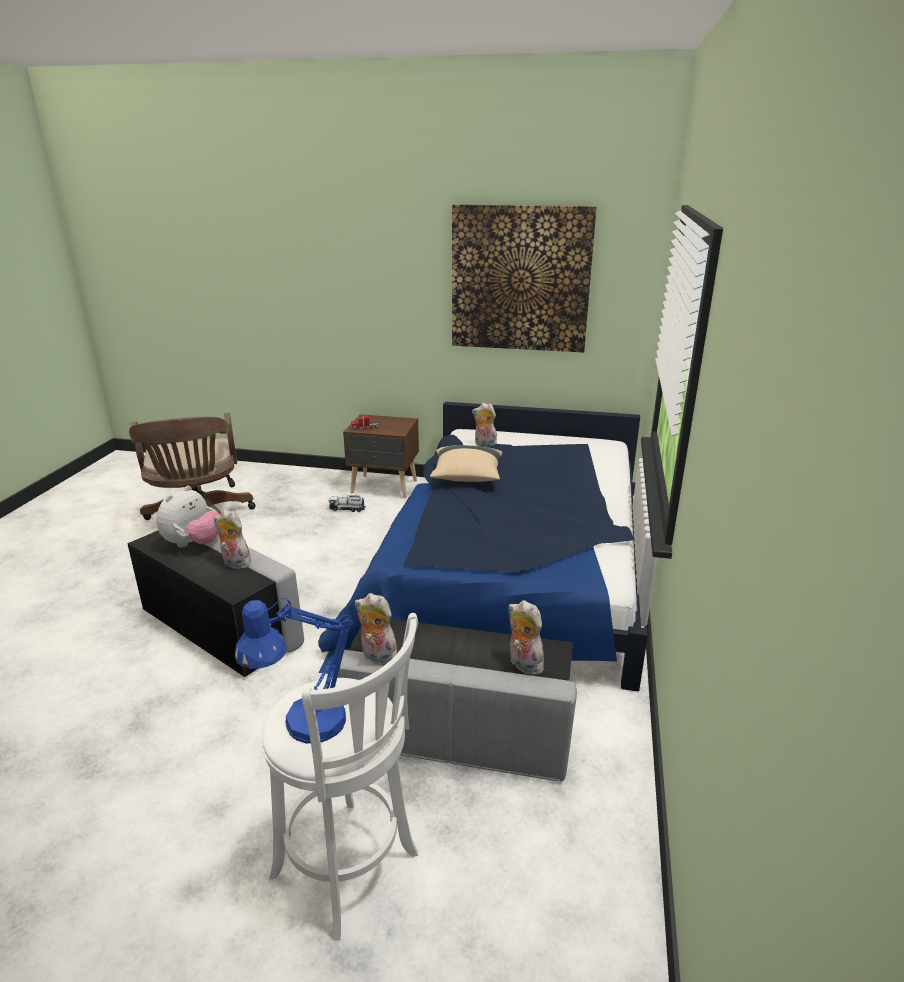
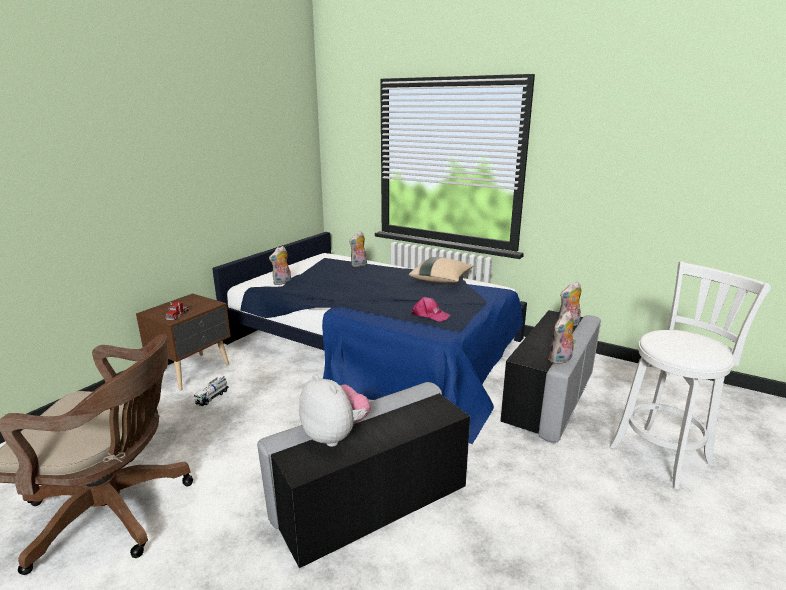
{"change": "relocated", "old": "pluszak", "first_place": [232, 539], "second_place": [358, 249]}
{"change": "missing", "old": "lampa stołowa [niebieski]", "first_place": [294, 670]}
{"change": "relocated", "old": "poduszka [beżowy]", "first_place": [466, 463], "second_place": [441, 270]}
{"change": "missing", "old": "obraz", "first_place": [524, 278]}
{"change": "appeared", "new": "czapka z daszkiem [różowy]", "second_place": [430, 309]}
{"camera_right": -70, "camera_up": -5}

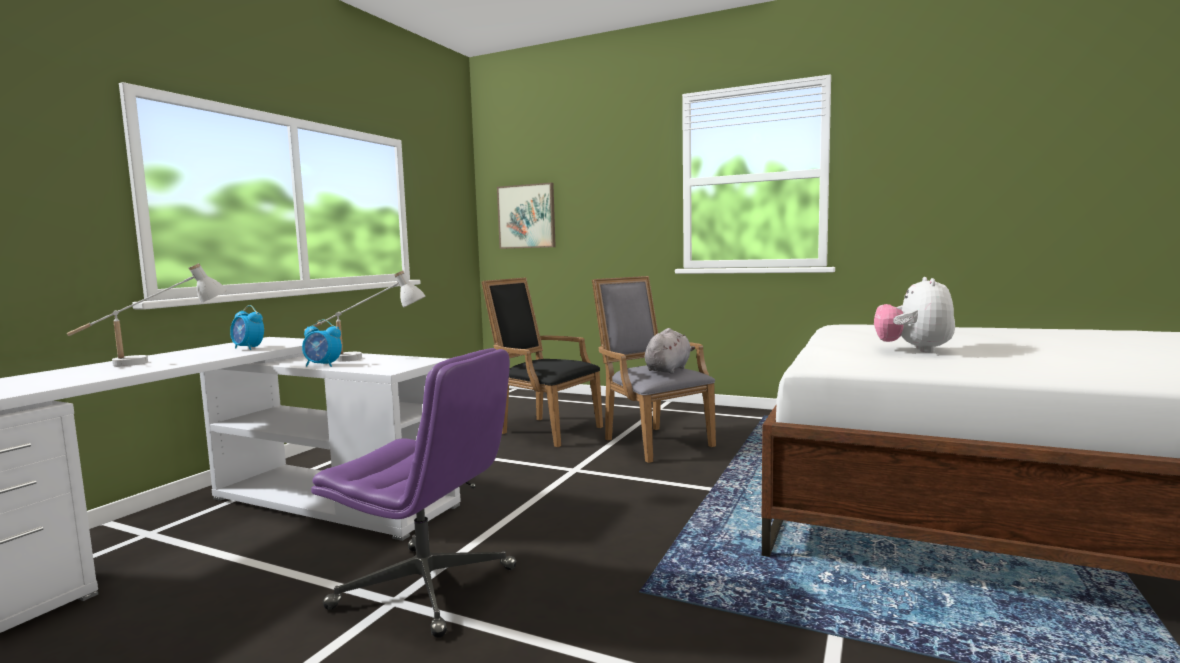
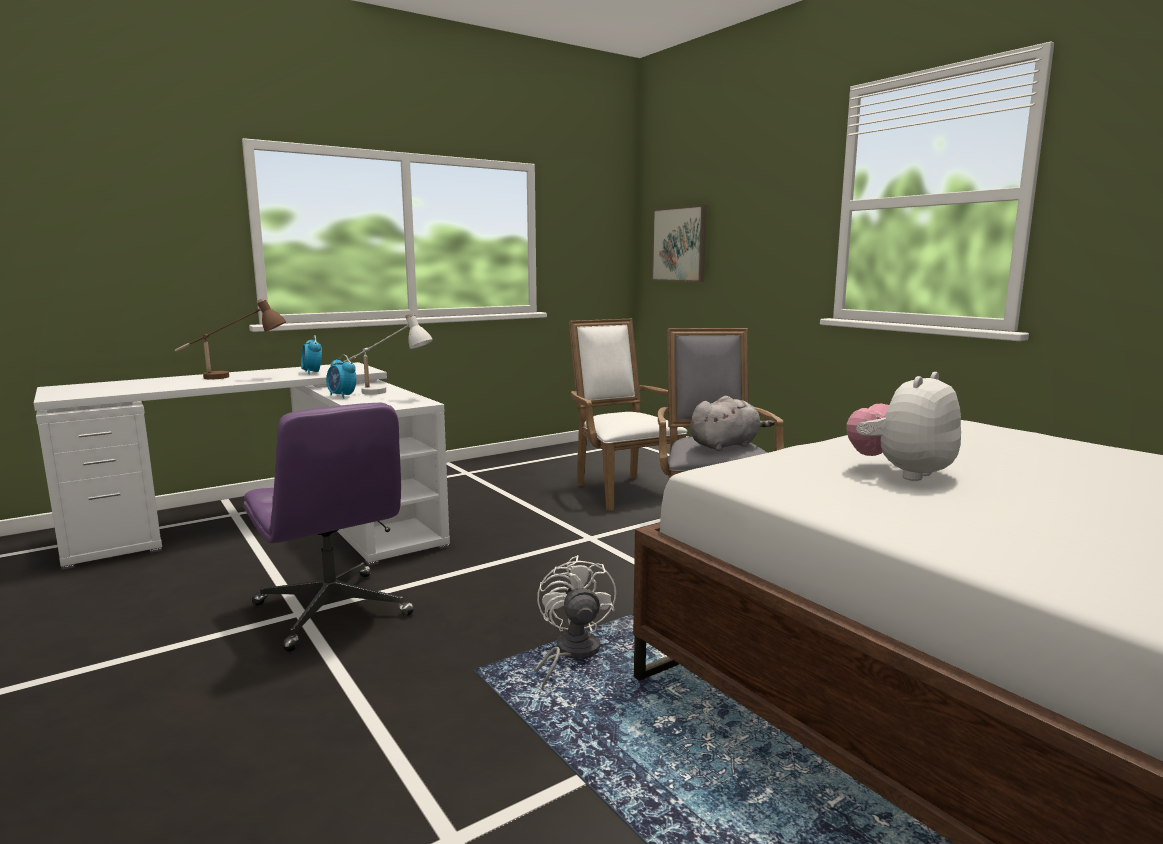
{"change": "colour", "old": "lampa stołowa [biały]", "new": "lampa stołowa [brązowy]", "first_place": [147, 314], "second_place": [230, 338]}
{"change": "colour", "old": "fotel [czarny]", "new": "fotel [biały]", "first_place": [542, 362], "second_place": [628, 415]}
{"change": "appeared", "new": "wentylator [biały]", "second_place": [575, 622]}
{"camera_right": 30, "camera_up": 5}

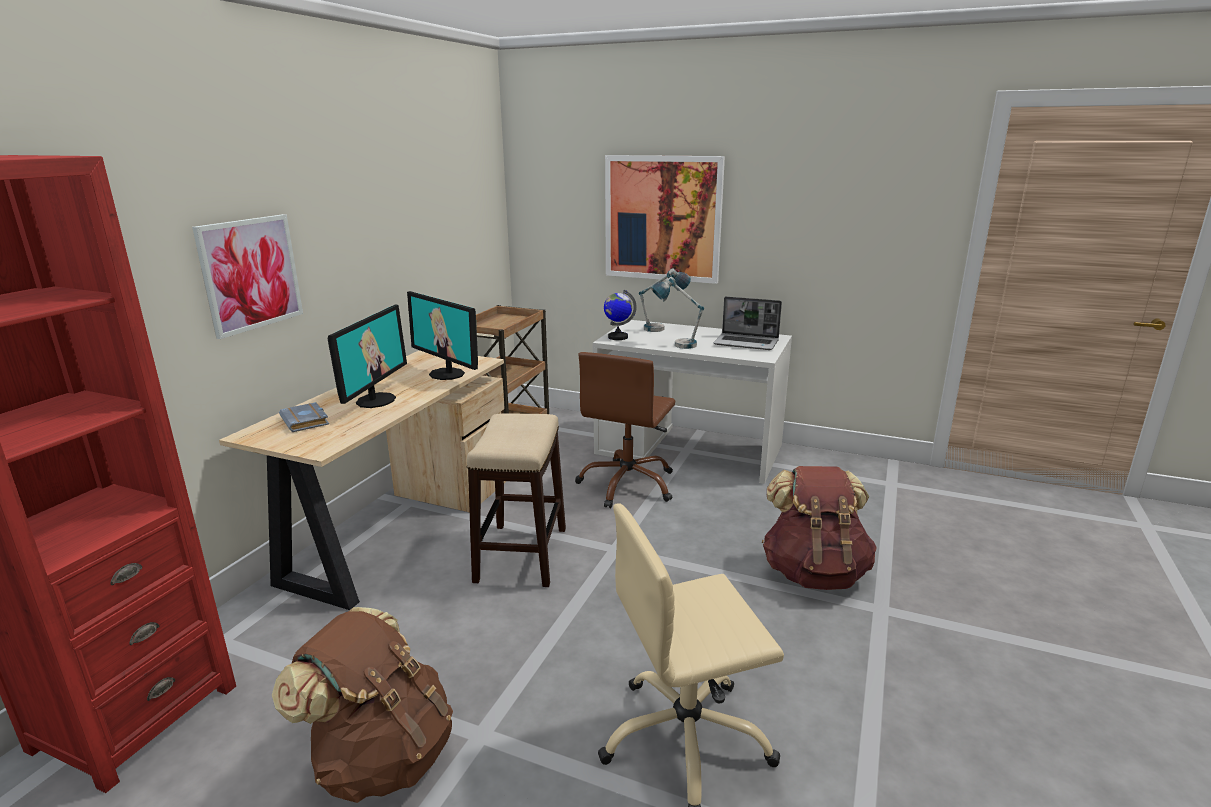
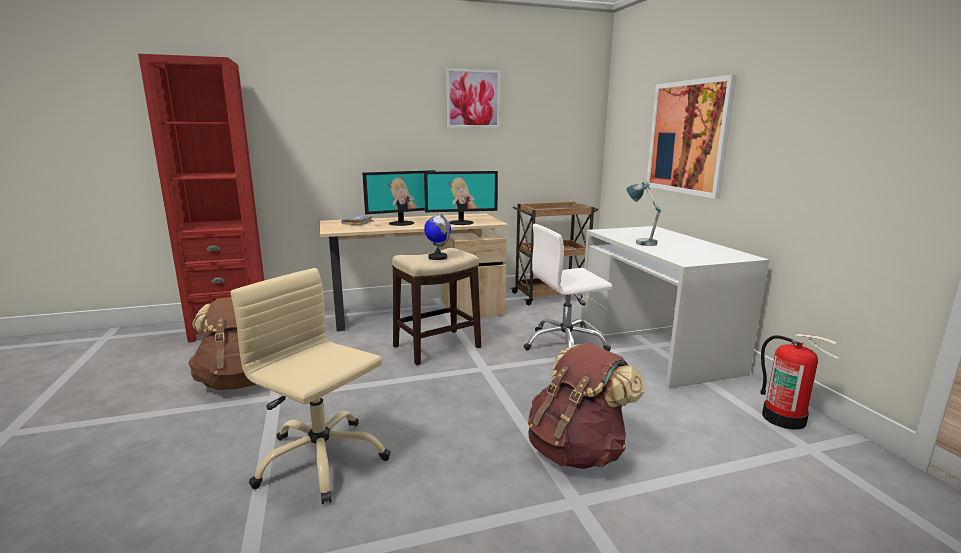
{"change": "relocated", "old": "obraz", "first_place": [247, 276], "second_place": [473, 98]}
{"change": "spun", "old": "monitor", "first_place": [442, 335], "second_place": [461, 198], "degrees": -105}
{"change": "colour", "old": "krzesło biurowe [brązowy]", "new": "krzesło biurowe [biały]", "first_place": [625, 430], "second_place": [568, 287]}
{"change": "relocated", "old": "globus", "first_place": [620, 315], "second_place": [437, 236]}
{"change": "missing", "old": "lampa stołowa", "first_place": [665, 300]}
{"change": "missing", "old": "laptop", "first_place": [747, 323]}
{"change": "appeared", "new": "gaśnica", "second_place": [799, 382]}
{"camera_right": 50, "camera_up": -5}

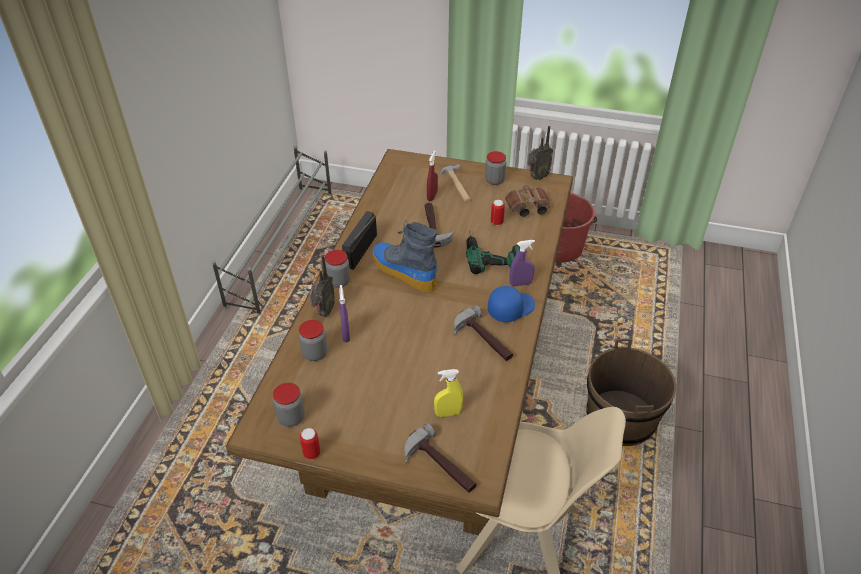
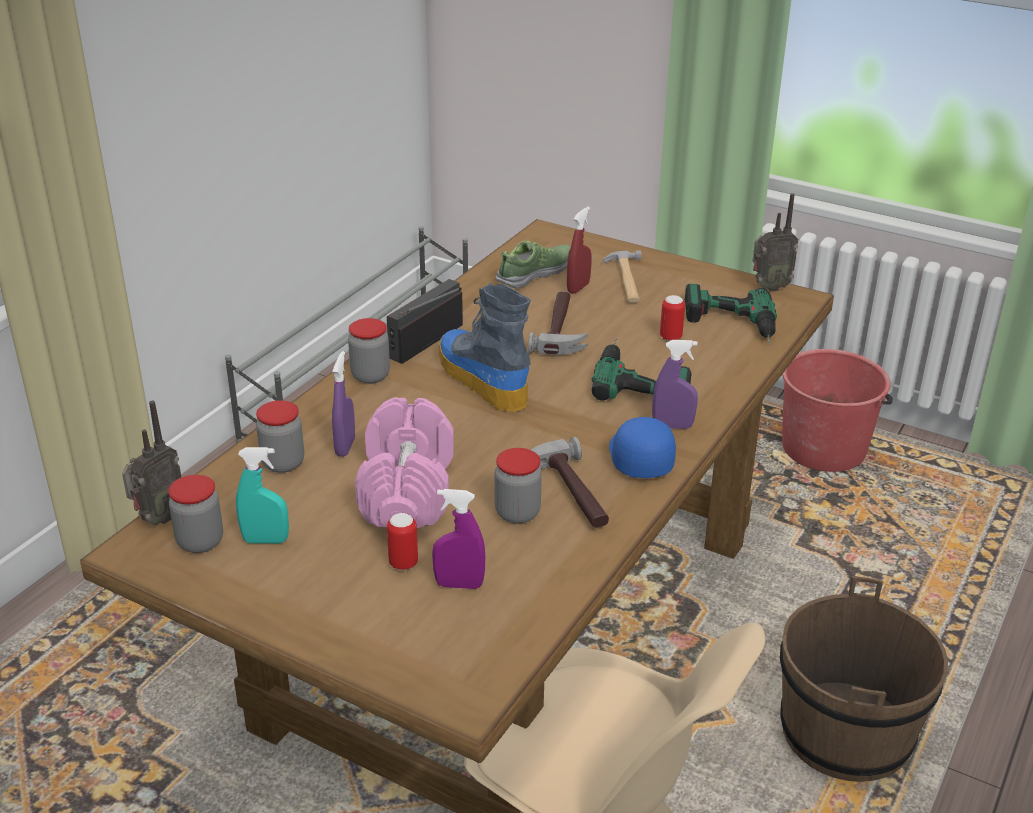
{"change": "relocated", "old": "puszka", "first_place": [310, 443], "second_place": [402, 541]}
{"change": "relocated", "old": "radio", "first_place": [322, 286], "second_place": [151, 462]}
{"change": "missing", "old": "młotek", "first_place": [440, 458]}
{"change": "colour", "old": "spryskiwacz [żółty]", "new": "spryskiwacz [fioletowy]", "first_place": [448, 393], "second_place": [458, 539]}
{"change": "relocated", "old": "słoik", "first_place": [495, 168], "second_place": [518, 486]}
{"change": "spun", "old": "czapka z daszkiem [niebieski]", "first_place": [511, 304], "second_place": [642, 447], "degrees": -75}
{"change": "exchanged", "old": "lornetka [brązowy]", "new": "wiertarka", "first_place": [528, 201], "second_place": [731, 315]}
{"change": "appeared", "new": "spryskiwacz [turkusowy]", "second_place": [262, 495]}
{"change": "appeared", "new": "hantel [różowy]", "second_place": [404, 462]}
{"change": "appeared", "new": "but", "second_place": [533, 265]}
{"camera_right": 15, "camera_up": -10}

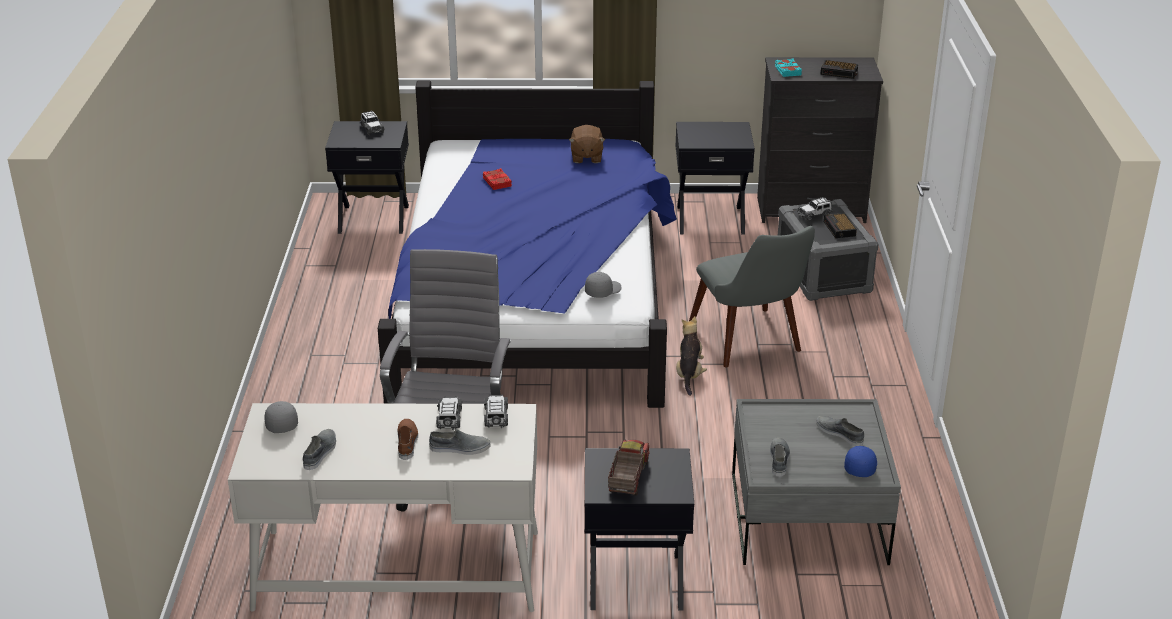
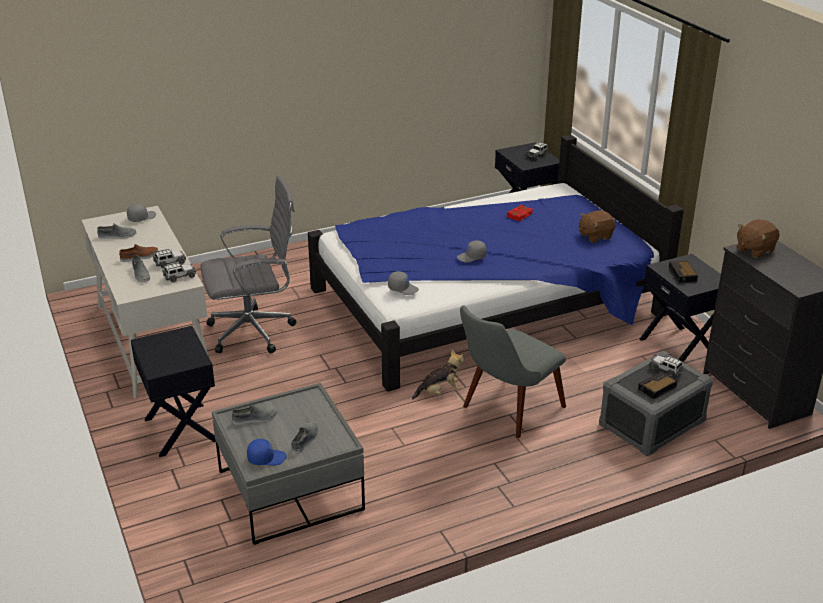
{"change": "missing", "old": "ciężarówka zabawkowa", "first_place": [629, 468]}
{"change": "exchanged", "old": "książka [turkusowy]", "new": "pluszak [brązowy]", "first_place": [788, 68], "second_place": [758, 239]}
{"change": "relocated", "old": "budzik", "first_place": [839, 69], "second_place": [683, 272]}
{"change": "appeared", "new": "czapka z daszkiem [szary]", "second_place": [472, 251]}
{"camera_right": 65, "camera_up": 0}

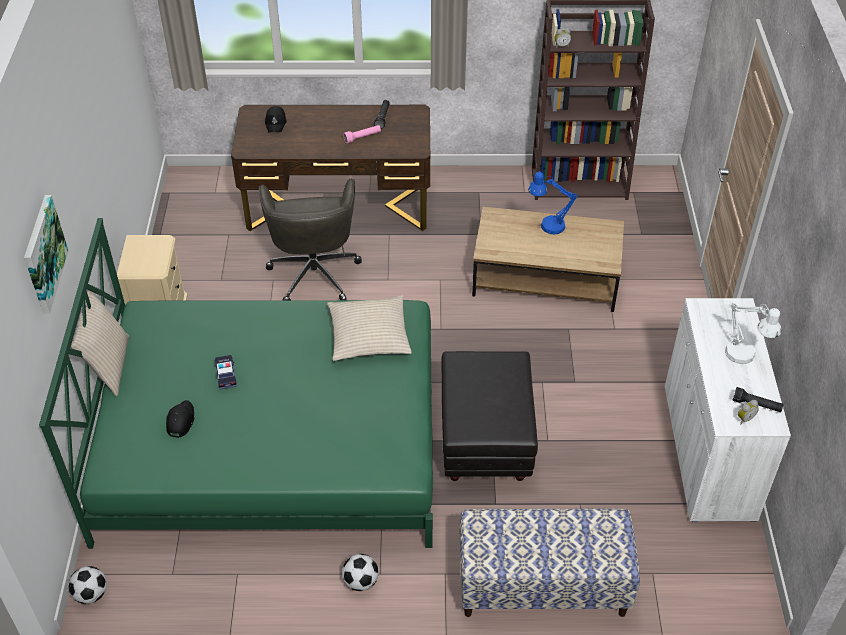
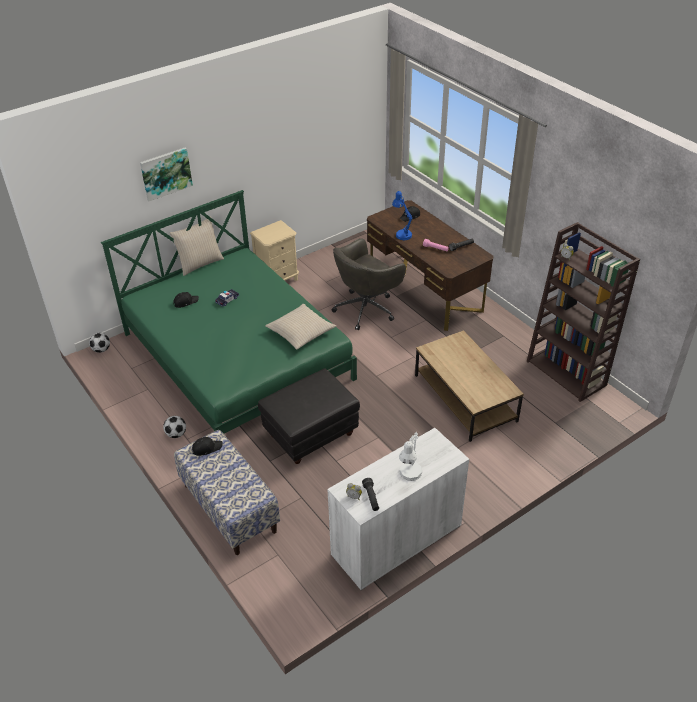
{"change": "relocated", "old": "lampa stołowa [niebieski]", "first_place": [552, 203], "second_place": [402, 215]}
{"change": "appeared", "new": "czapka z daszkiem [czarny]", "second_place": [207, 446]}
{"camera_right": 55, "camera_up": -5}

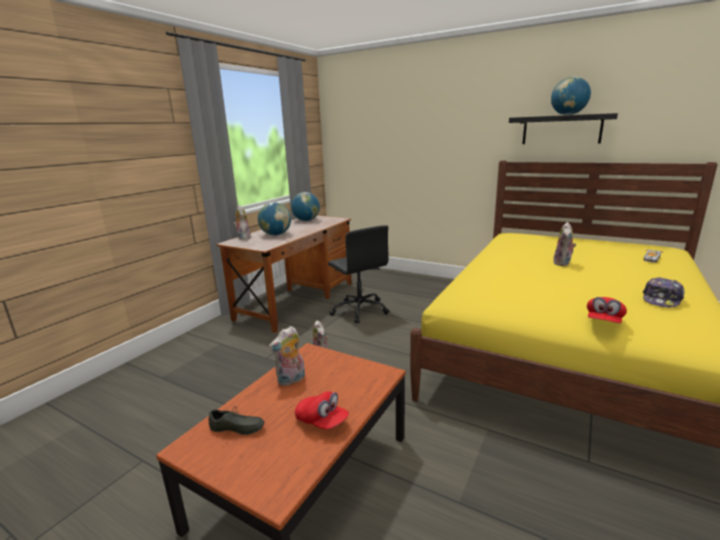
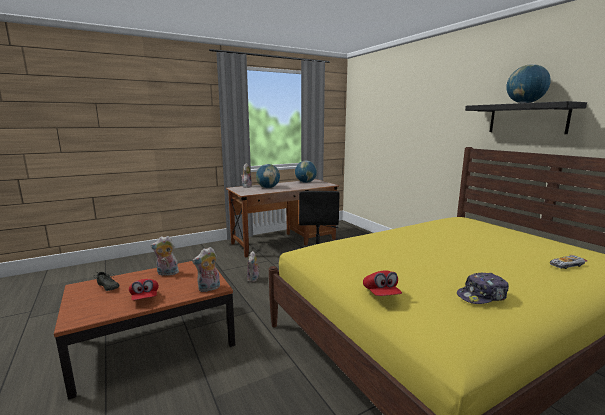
{"change": "relocated", "old": "pluszak", "first_place": [564, 244], "second_place": [206, 269]}
{"change": "spun", "old": "czapka z daszkiem [czerwony]", "first_place": [607, 310], "second_place": [382, 283], "degrees": -75}
{"camera_right": 30, "camera_up": -5}

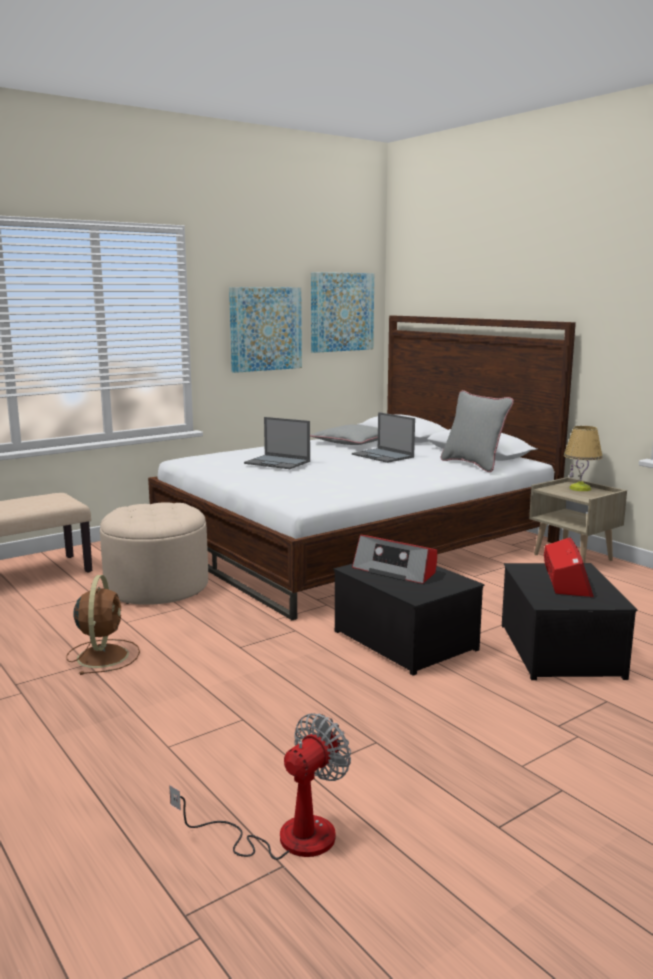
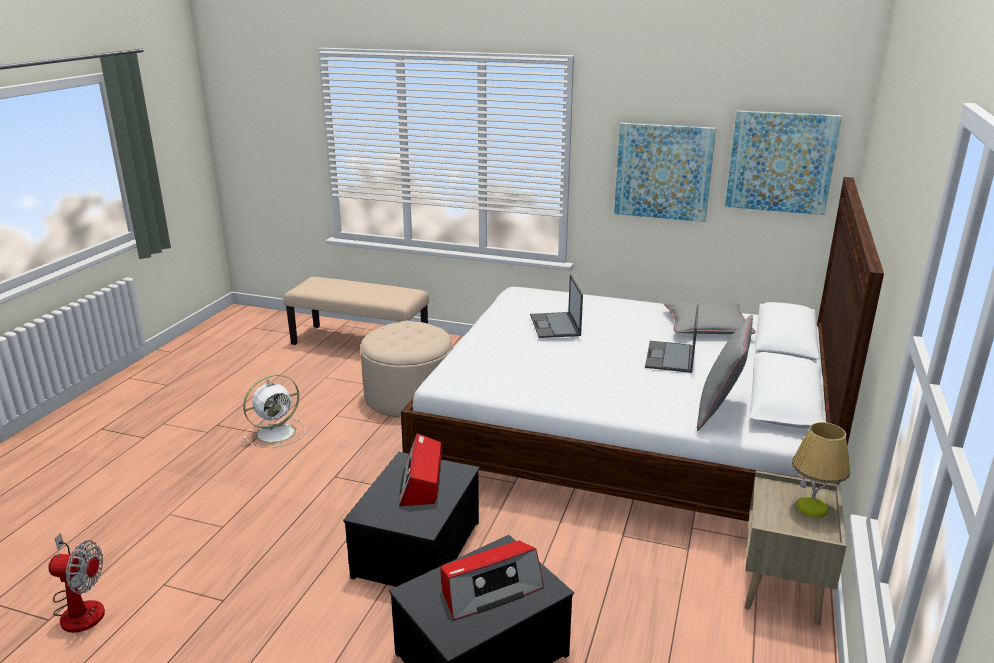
{"change": "colour", "old": "wentylator [brązowy]", "new": "wentylator [biały]", "first_place": [103, 625], "second_place": [274, 411]}
{"camera_right": 55, "camera_up": 10}

